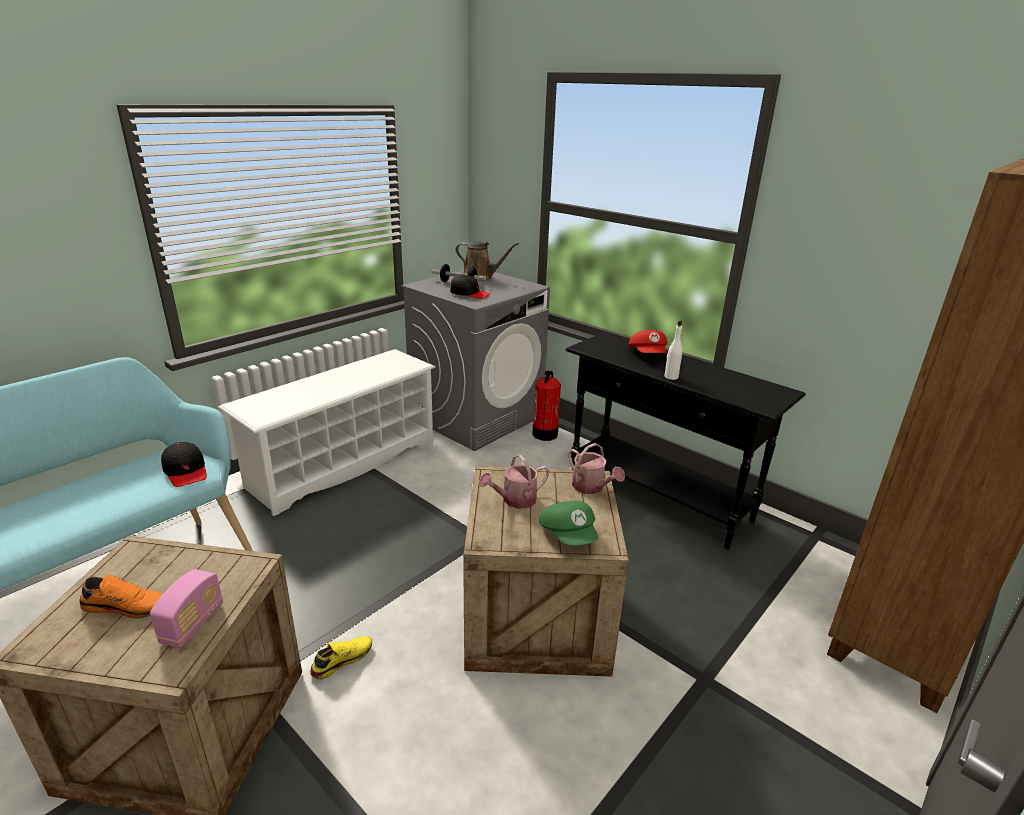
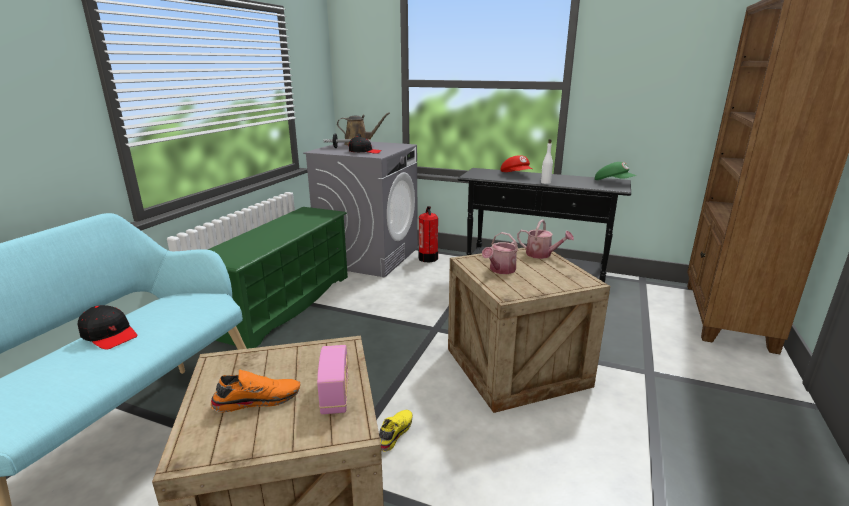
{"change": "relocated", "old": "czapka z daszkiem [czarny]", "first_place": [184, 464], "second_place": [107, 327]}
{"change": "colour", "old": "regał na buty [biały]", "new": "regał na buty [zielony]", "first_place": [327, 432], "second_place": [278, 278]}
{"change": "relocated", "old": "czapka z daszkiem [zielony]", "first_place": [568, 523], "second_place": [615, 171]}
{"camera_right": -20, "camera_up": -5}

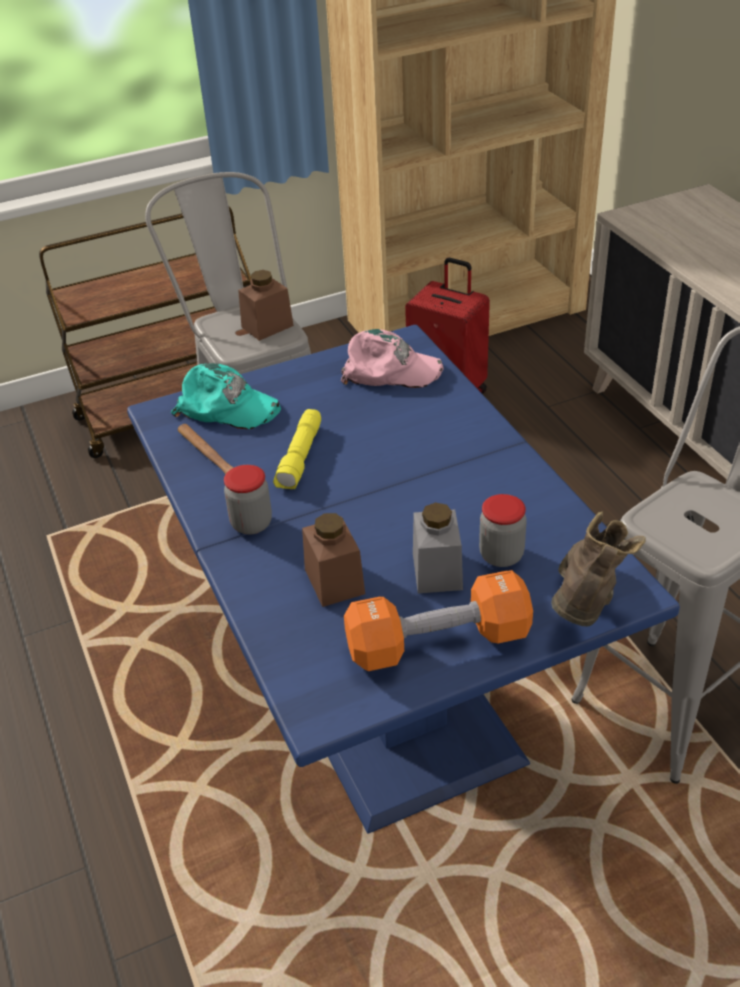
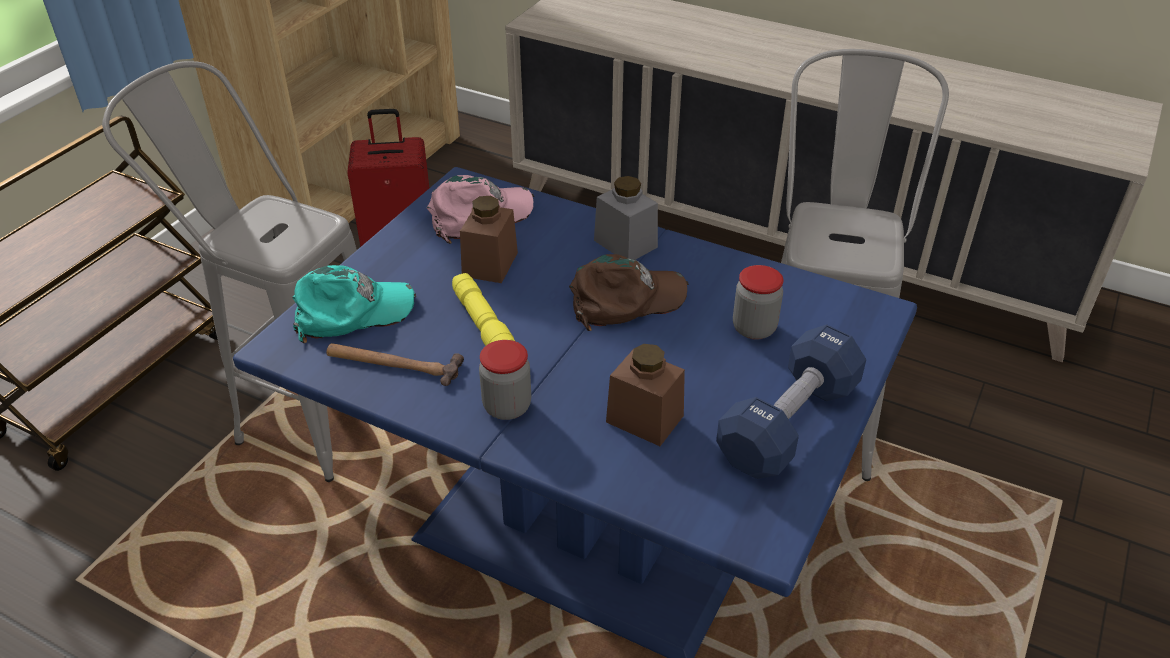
{"change": "relocated", "old": "słoik [brązowy]", "first_place": [266, 305], "second_place": [489, 239]}
{"change": "colour", "old": "hantel [pomarańczowy]", "new": "hantel [niebieski]", "first_place": [438, 620], "second_place": [791, 401]}
{"change": "relocated", "old": "słoik [szary]", "first_place": [438, 547], "second_place": [626, 218]}
{"change": "missing", "old": "but z cholewką [brązowy]", "first_place": [598, 569]}
{"change": "appeared", "new": "czapka z daszkiem [brązowy]", "second_place": [629, 292]}
{"camera_right": -40, "camera_up": 0}

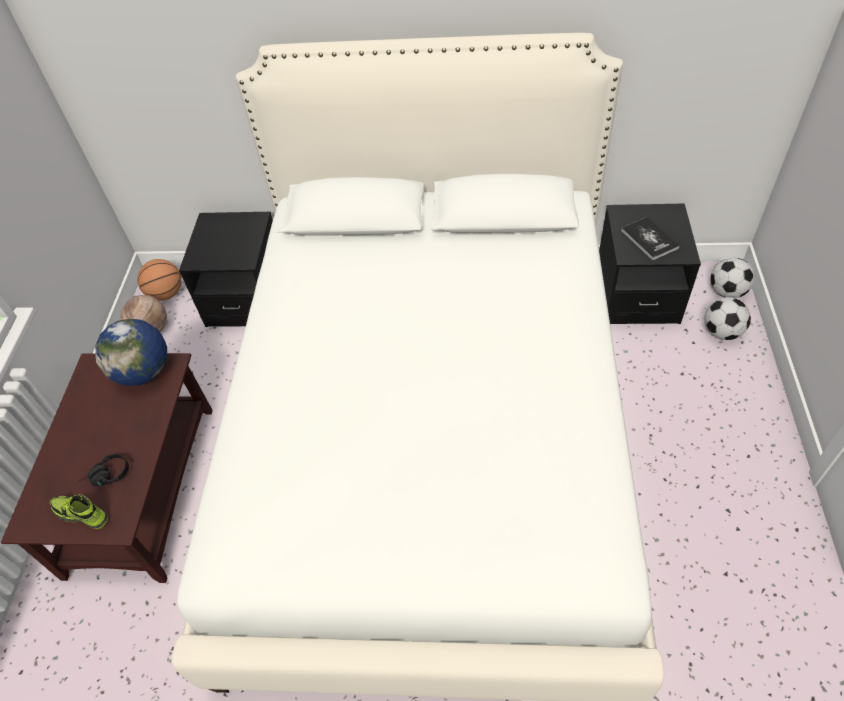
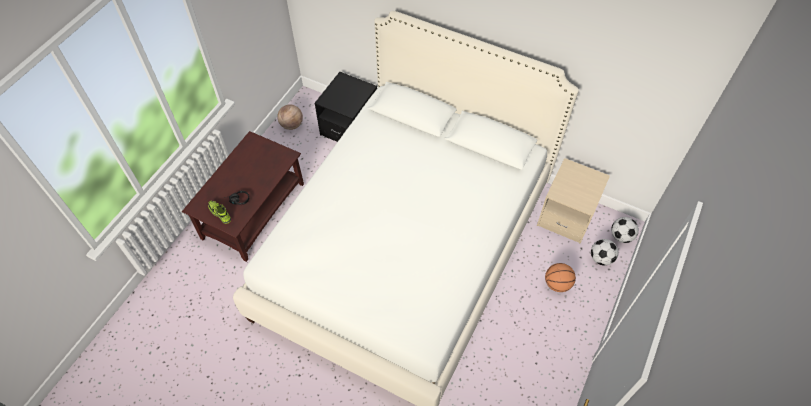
{"change": "missing", "old": "globus", "first_place": [131, 352]}
{"change": "relocated", "old": "piłka do koszykówki", "first_place": [159, 280], "second_place": [560, 277]}
{"change": "colour", "old": "szafka nocna [czarny]", "new": "szafka nocna [beżowy]", "first_place": [650, 263], "second_place": [573, 200]}
{"change": "missing", "old": "książka", "first_place": [650, 239]}
{"camera_right": 20, "camera_up": 5}

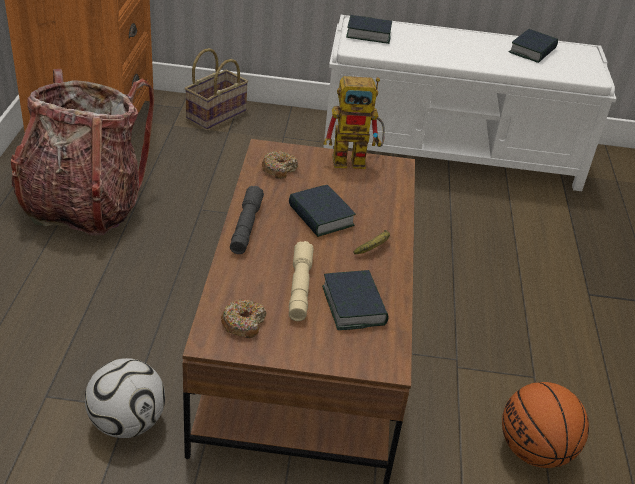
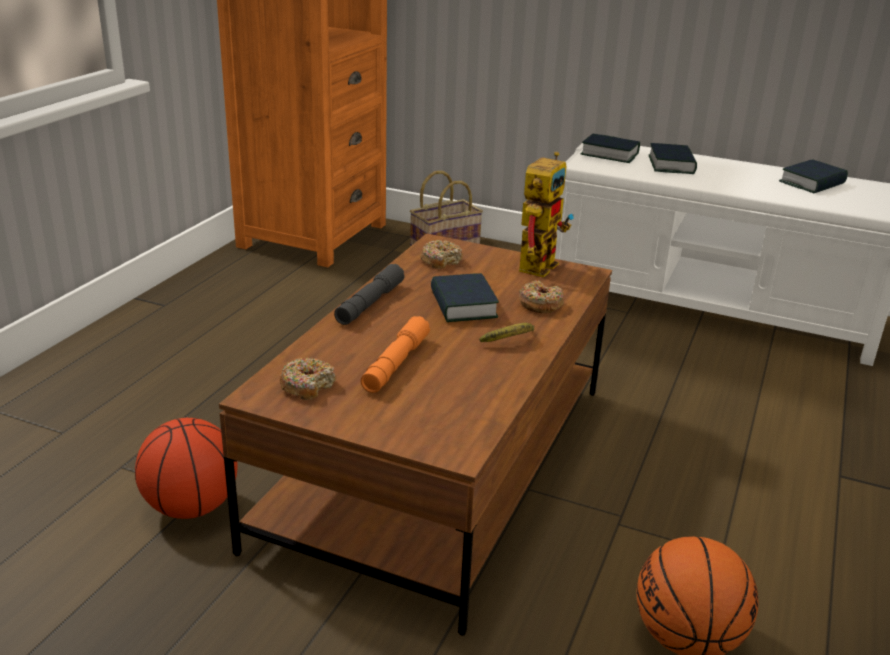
{"change": "missing", "old": "plecak", "first_place": [82, 152]}
{"change": "exchanged", "old": "piłka futbolowa", "new": "piłka do koszykówki", "first_place": [125, 398], "second_place": [186, 468]}
{"change": "colour", "old": "latarka [beżowy]", "new": "latarka [pomarańczowy]", "first_place": [301, 281], "second_place": [395, 354]}
{"change": "relocated", "old": "książka", "first_place": [355, 300], "second_place": [673, 158]}
{"change": "spun", "old": "robot zabawkowy", "first_place": [354, 122], "second_place": [546, 214], "degrees": -75}
{"change": "appeared", "new": "donut", "second_place": [541, 296]}
{"camera_right": 20, "camera_up": -10}

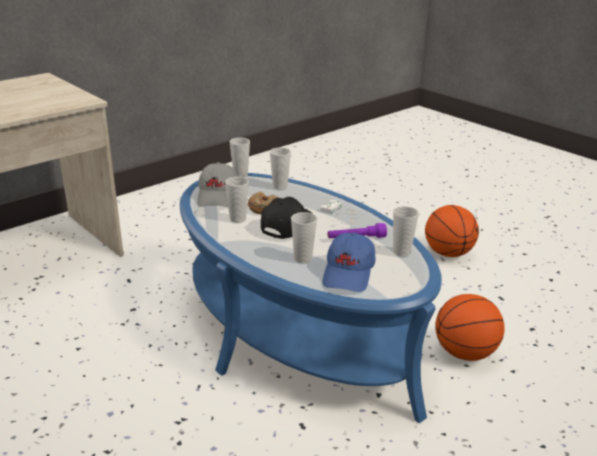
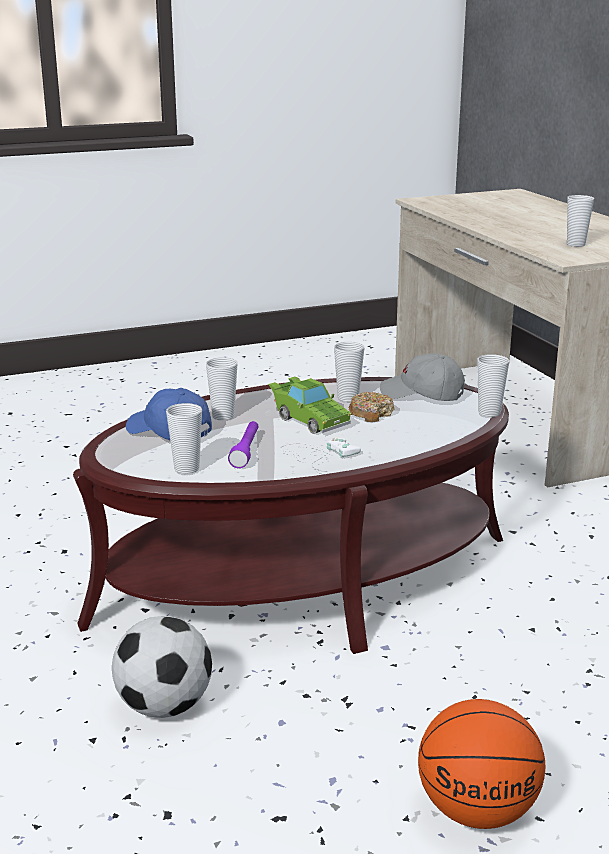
{"change": "colour", "old": "ława [niebieski]", "new": "ława [brązowy]", "first_place": [311, 298], "second_place": [291, 515]}
{"change": "exchanged", "old": "czapka z daszkiem [czarny]", "new": "samochodzik [zielony]", "first_place": [286, 218], "second_place": [310, 405]}
{"change": "relocated", "old": "filiżanka", "first_place": [280, 169], "second_place": [580, 221]}
{"change": "exchanged", "old": "piłka do koszykówki", "new": "piłka futbolowa", "first_place": [469, 327], "second_place": [162, 667]}
{"camera_right": 110, "camera_up": -5}

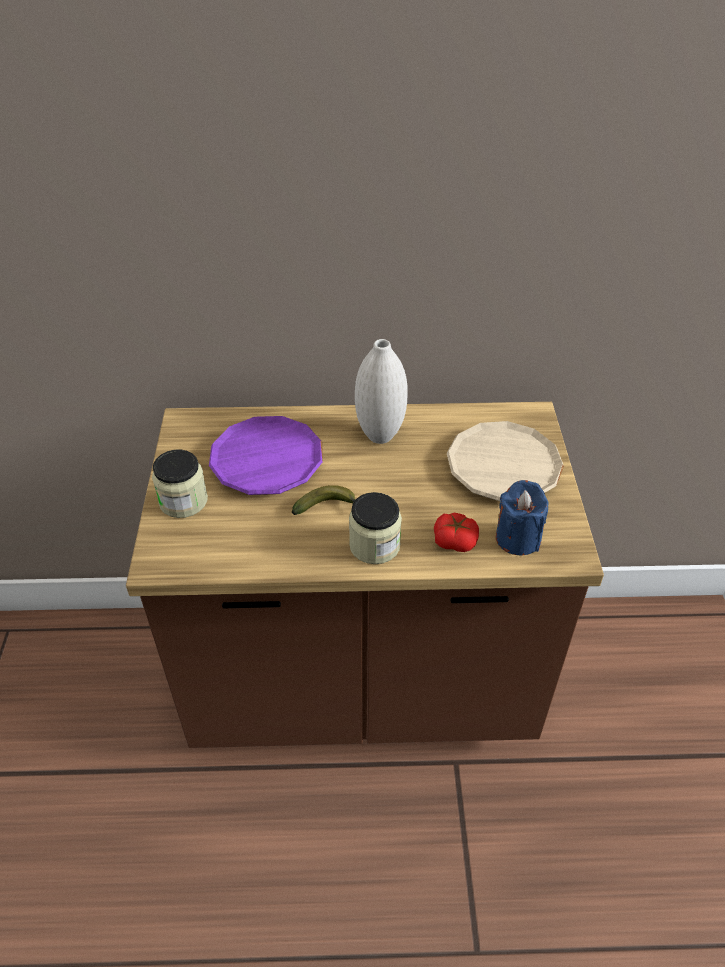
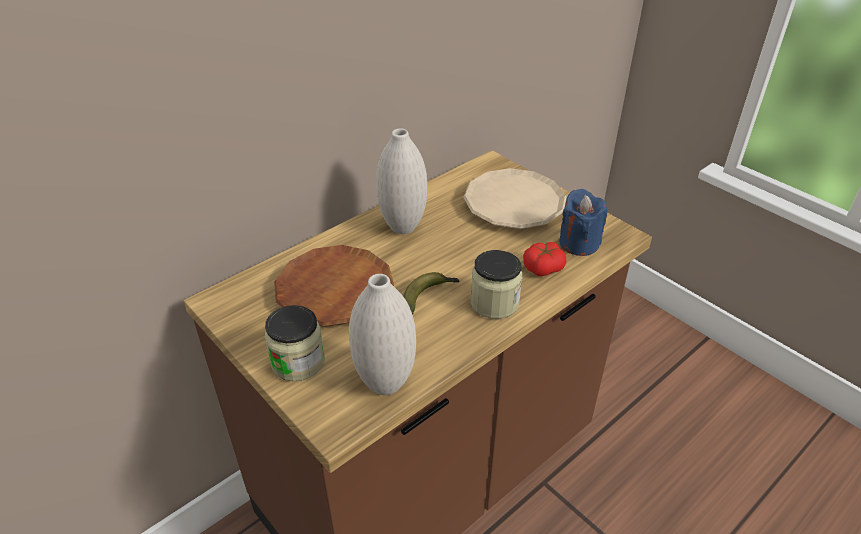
{"change": "colour", "old": "talerz [fioletowy]", "new": "talerz [brązowy]", "first_place": [266, 455], "second_place": [334, 286]}
{"change": "appeared", "new": "wazon [biały]", "second_place": [382, 334]}
{"camera_right": -40, "camera_up": -5}

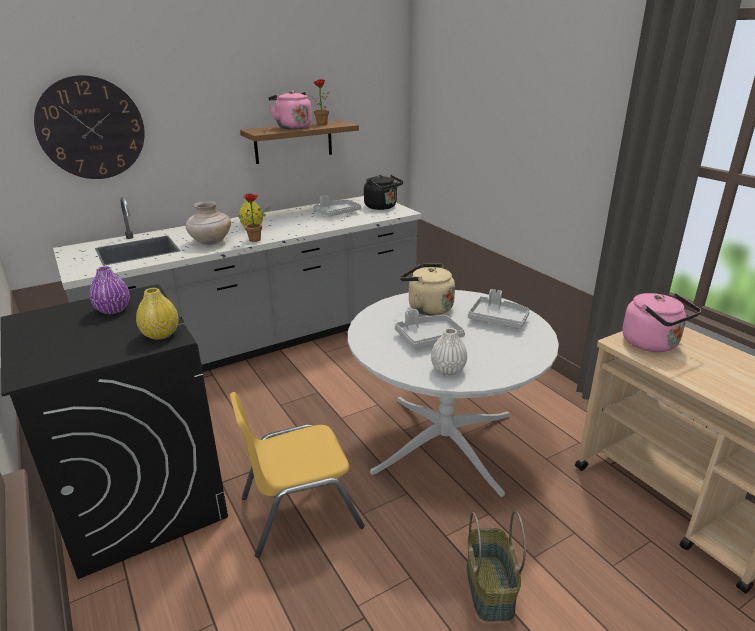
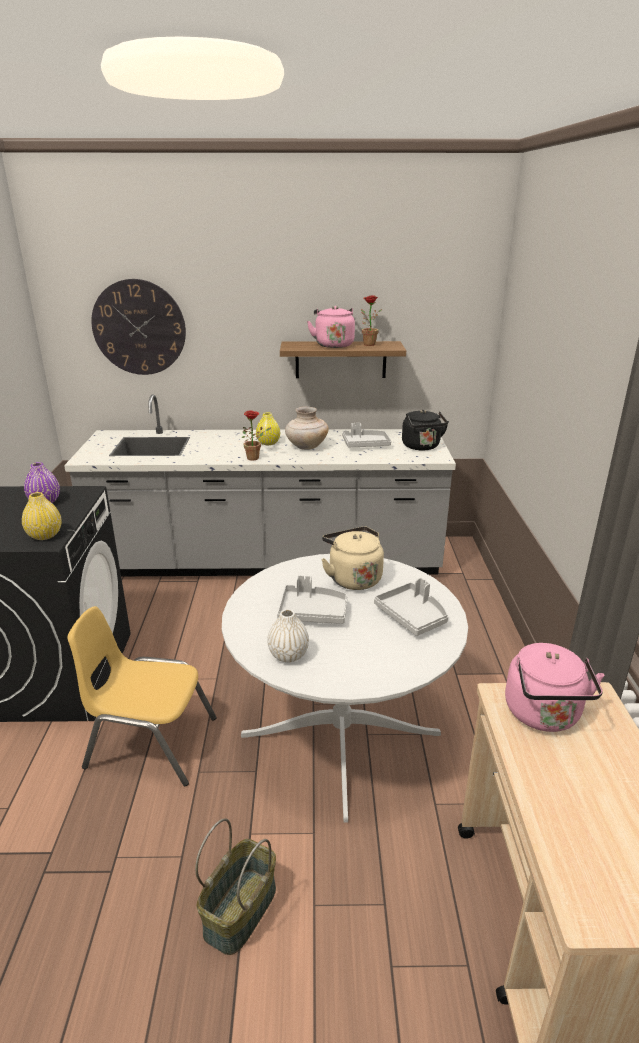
{"change": "relocated", "old": "wazon [beżowy]", "first_place": [208, 223], "second_place": [307, 428]}
{"camera_right": 30, "camera_up": 0}

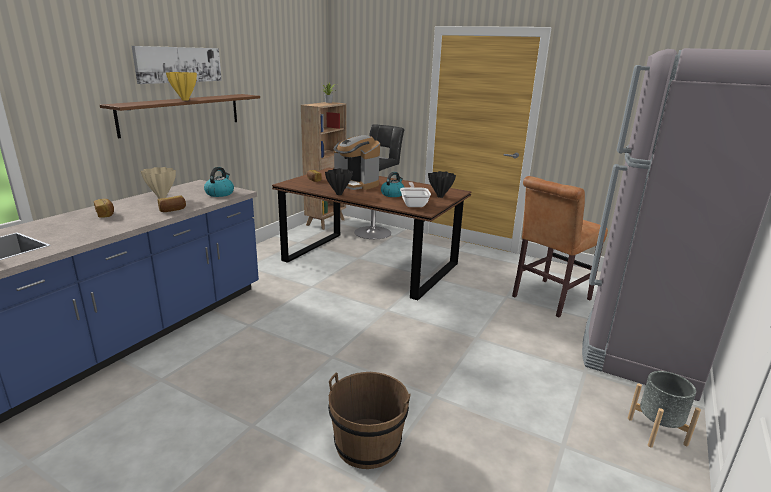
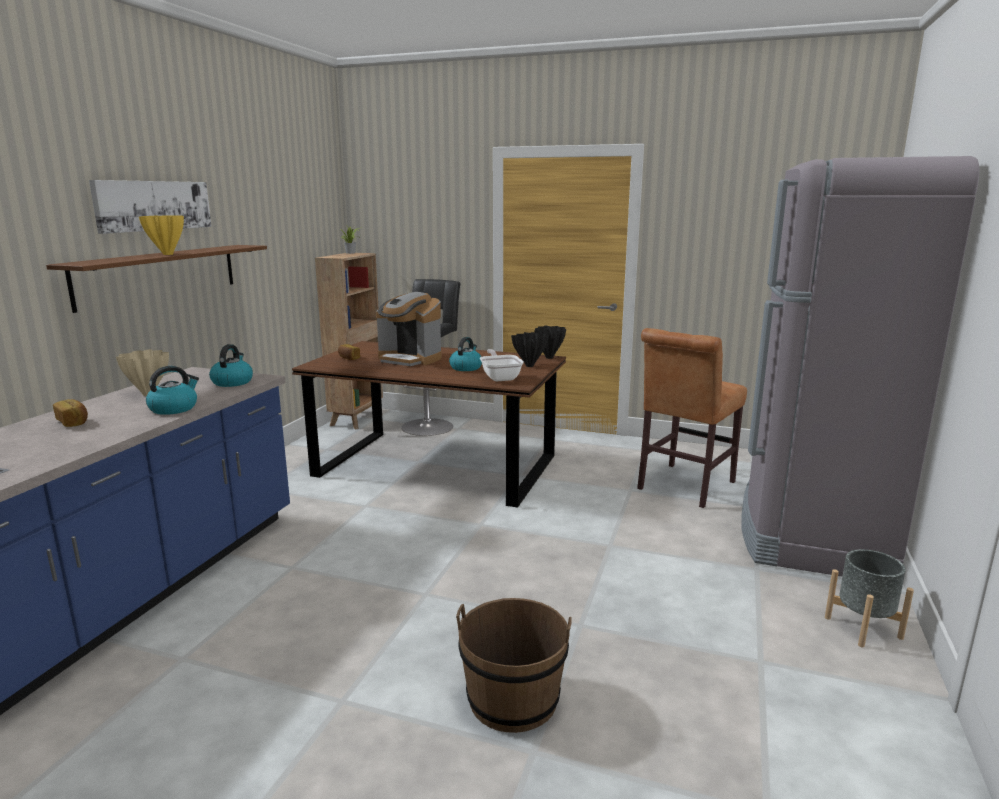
{"change": "exchanged", "old": "chleb", "new": "czajnik", "first_place": [172, 204], "second_place": [172, 390]}
{"change": "relocated", "old": "wazon [czarny]", "first_place": [339, 181], "second_place": [550, 342]}
{"camera_right": -10, "camera_up": -5}

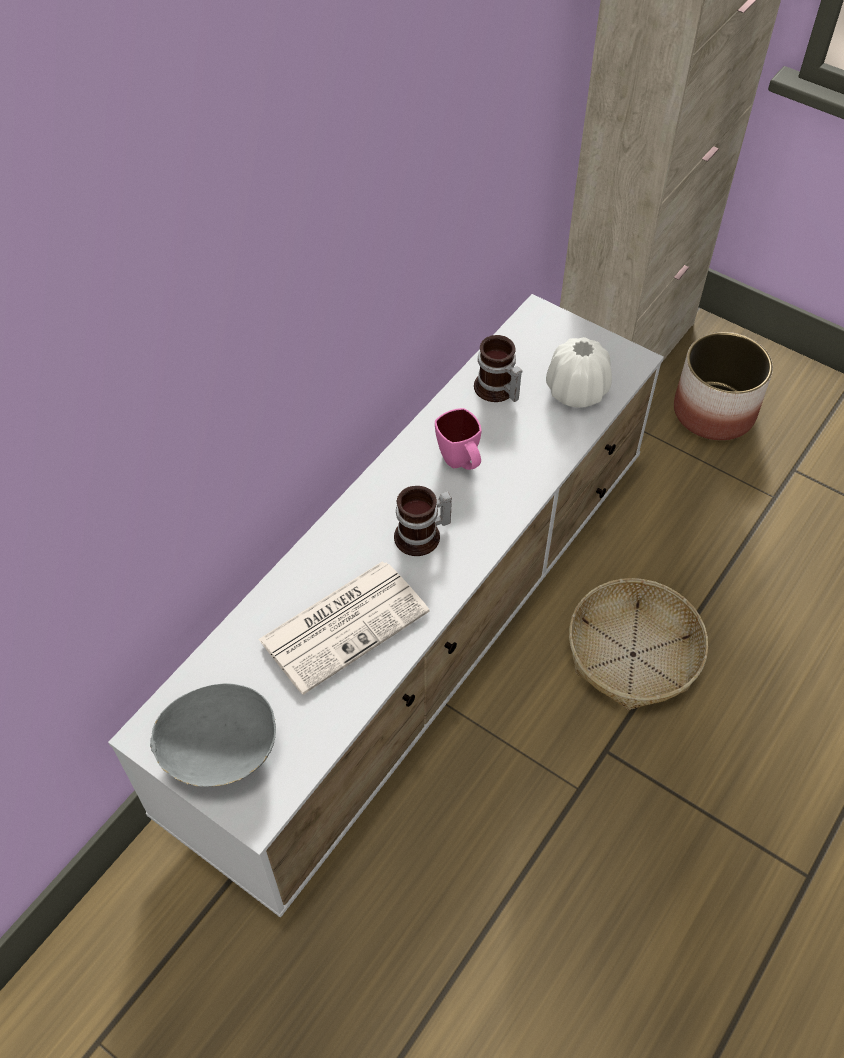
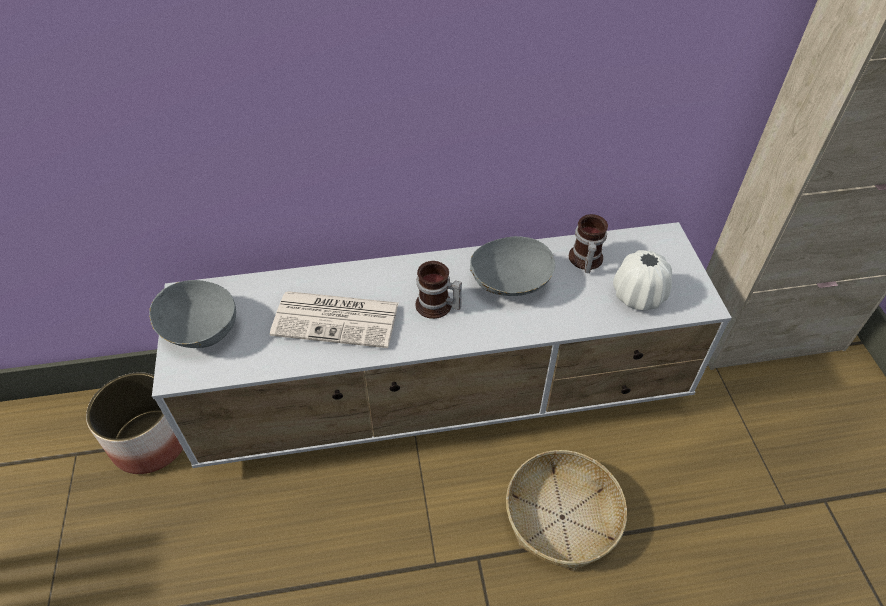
{"change": "exchanged", "old": "kubek [różowy]", "new": "miska [szary]", "first_place": [458, 439], "second_place": [512, 266]}
{"change": "relocated", "old": "donica", "first_place": [723, 386], "second_place": [134, 423]}
{"camera_right": 45, "camera_up": -5}

